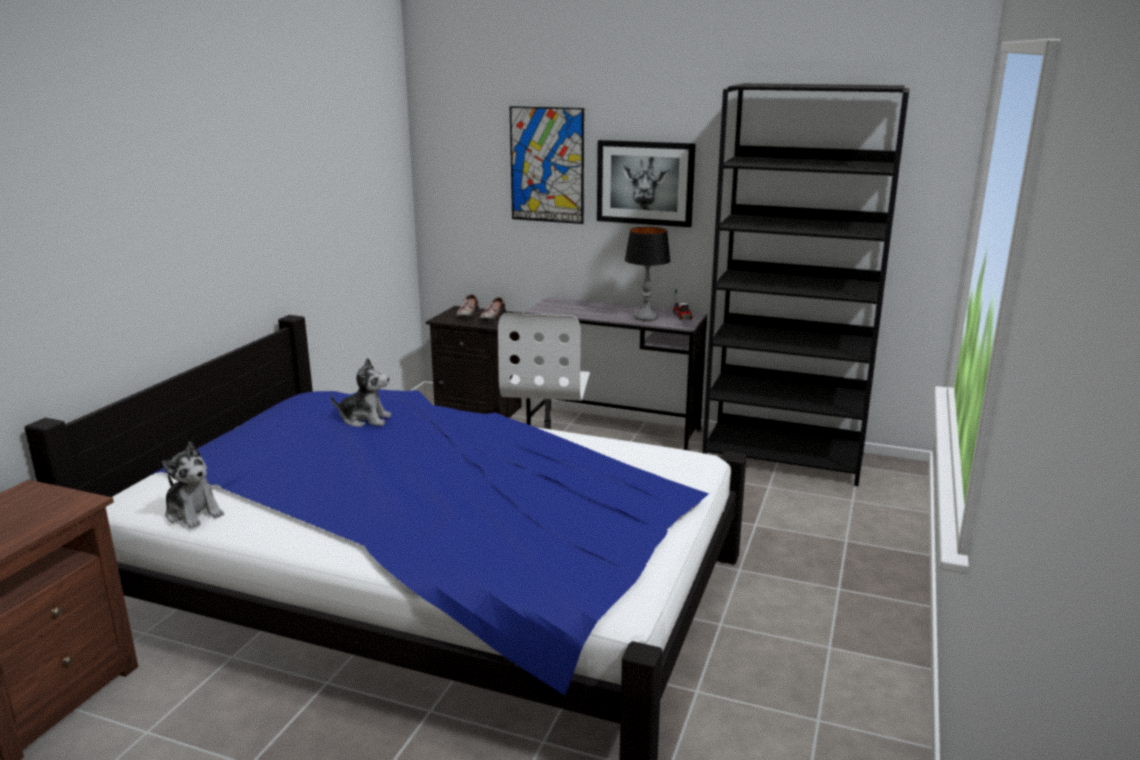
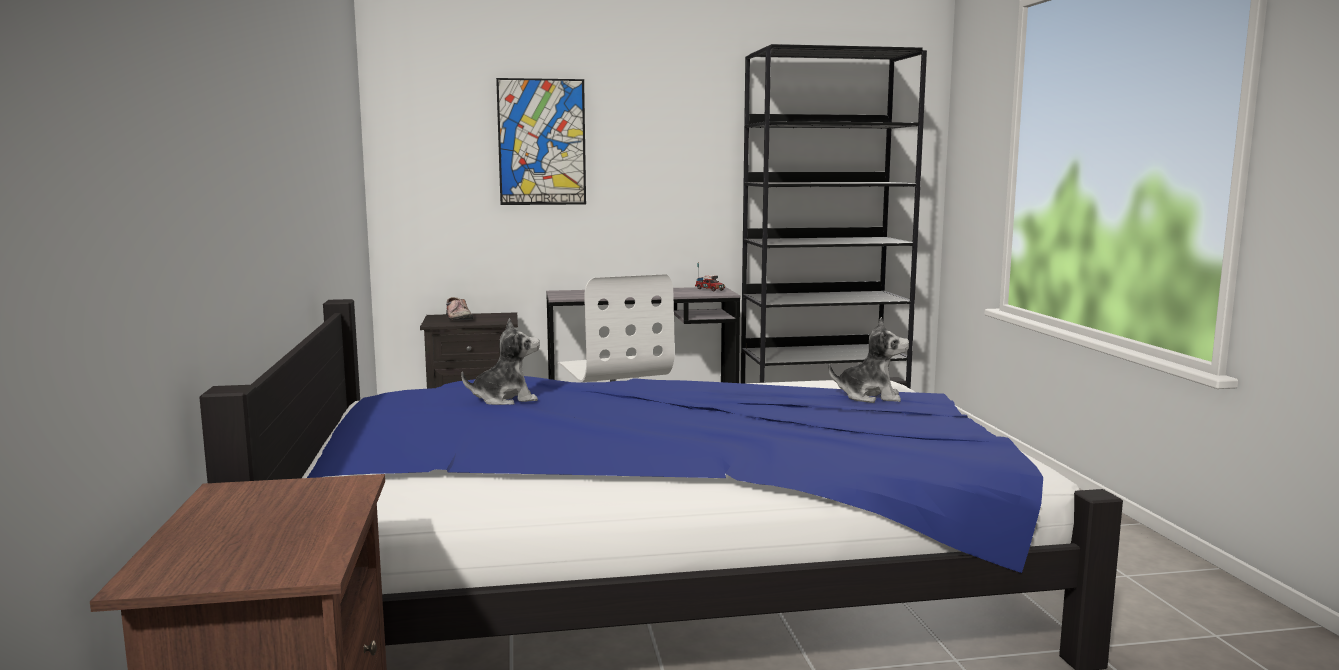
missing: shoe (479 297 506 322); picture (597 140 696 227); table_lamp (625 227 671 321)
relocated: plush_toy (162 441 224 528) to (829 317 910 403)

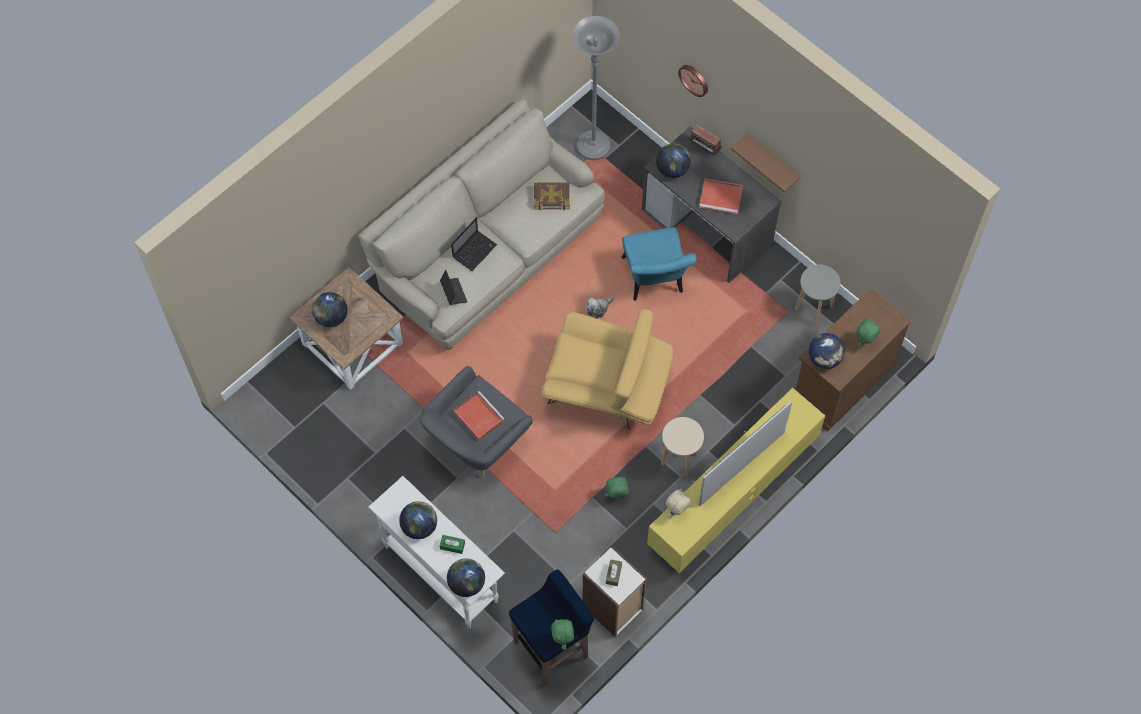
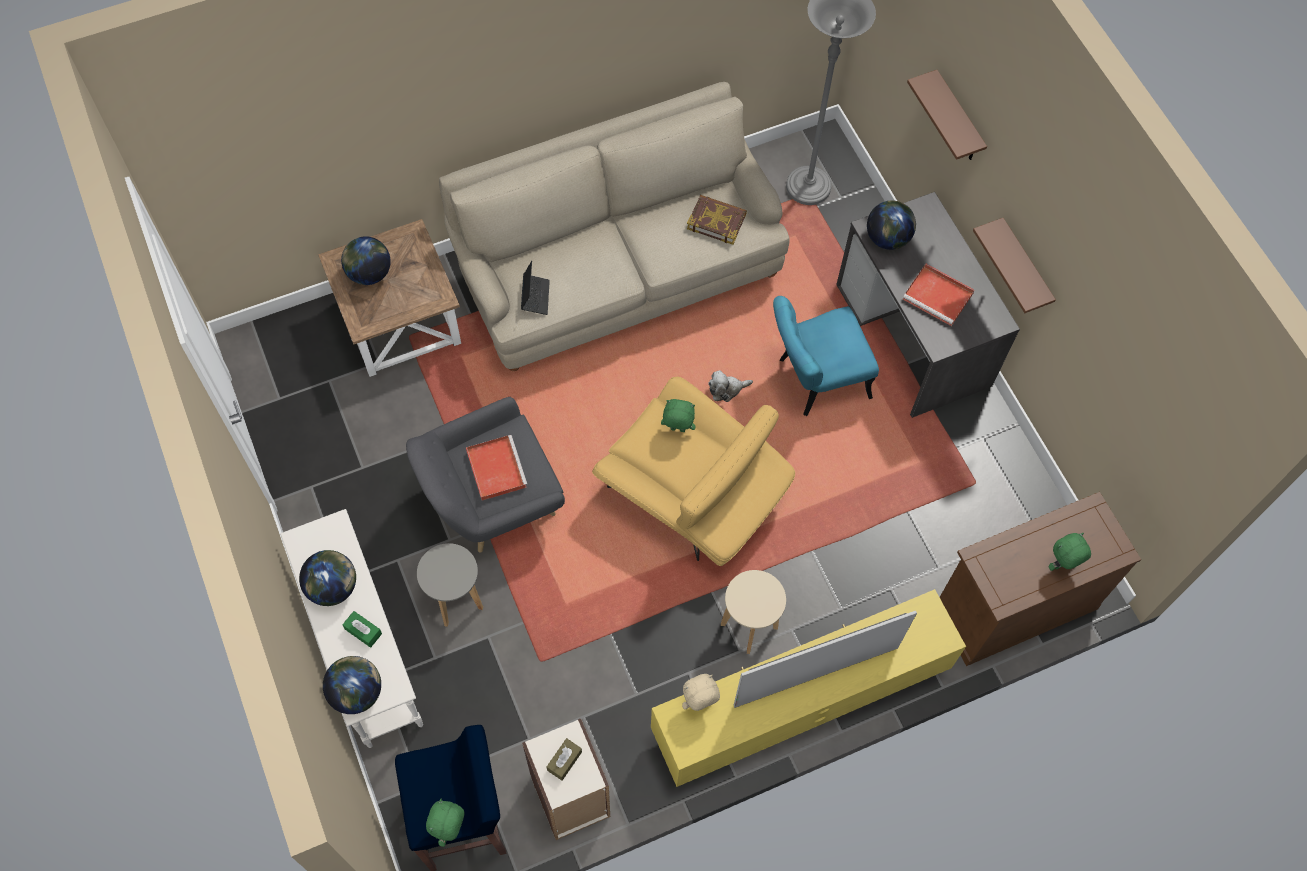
missing: laptop (451 218 497 271); radio (690 124 722 157); globe (809 333 845 369)
relocated: green_plush_toy (605 477 629 498) to (661 399 696 432); grey_stool (795 264 841 325) to (417 543 483 627)
exchanged: wall_clock (678 65 708 97) to brown_shelf (907 70 987 160)
spun: turquoise_chair (621 227 697 301) = (773 296 879 416) 60 degrees clockwise

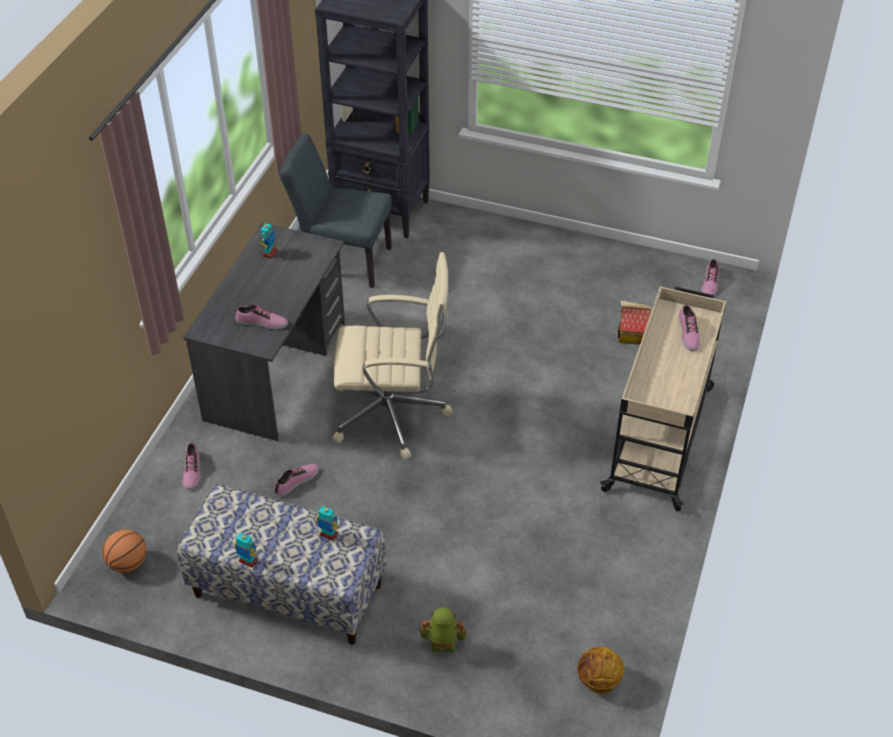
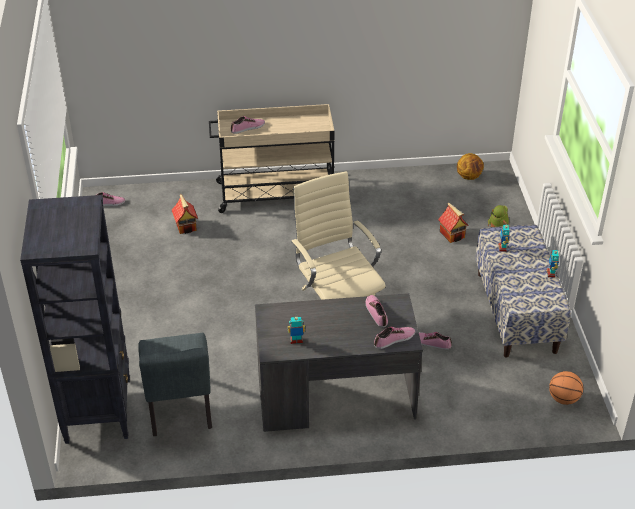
appeared: toy_house (438 202 469 243)
relocated: shoe (182 443 201 490) to (374 327 415 349)

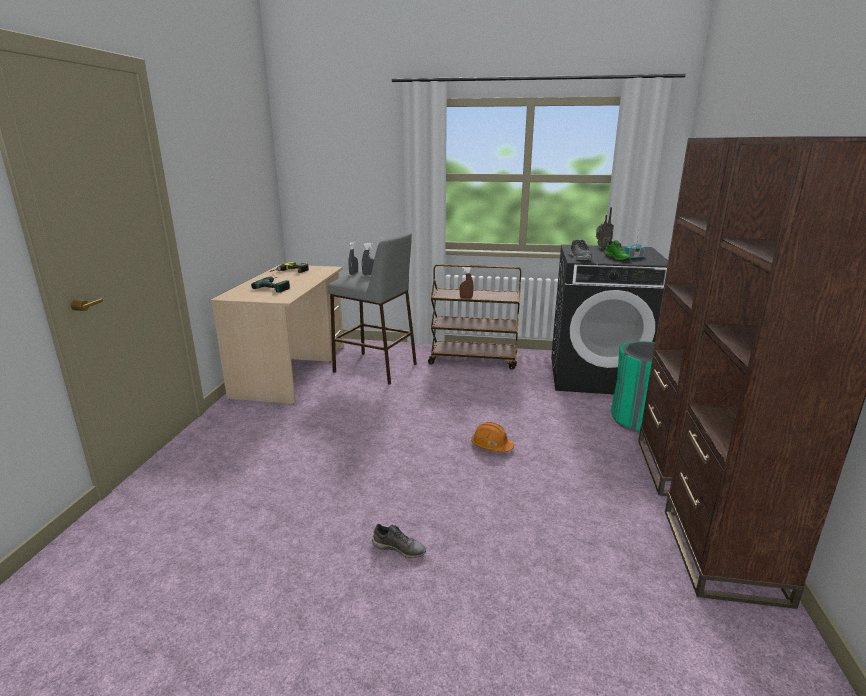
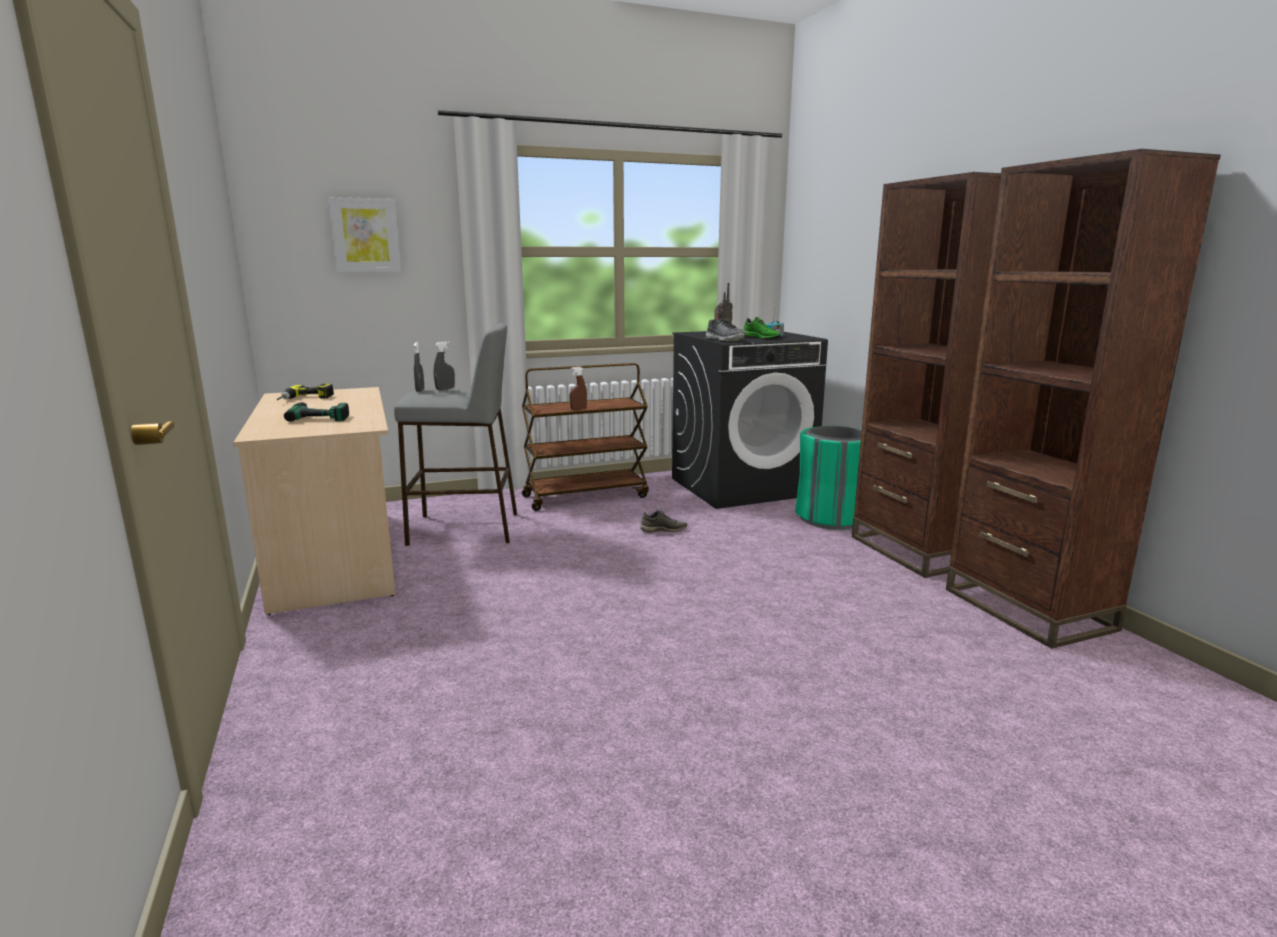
missing: orange_hard_hat (471 422 514 453)
appeared: picture (329 197 401 272)
relocated: grey_shoe (372 524 426 558) to (640 510 688 532)

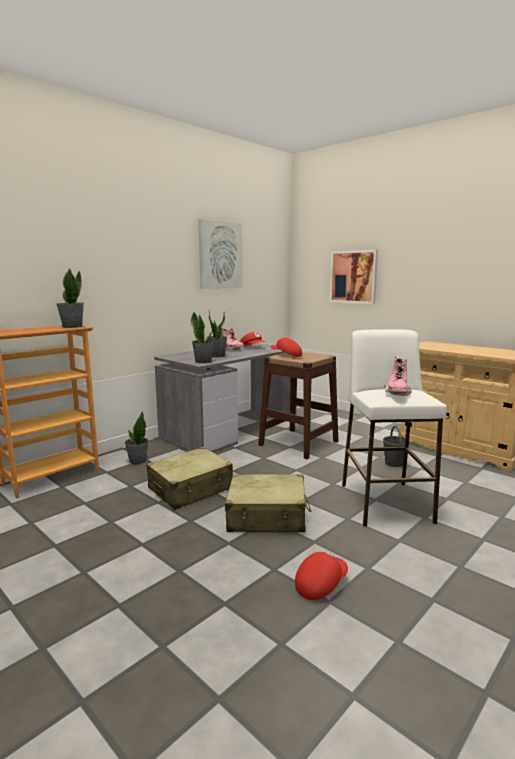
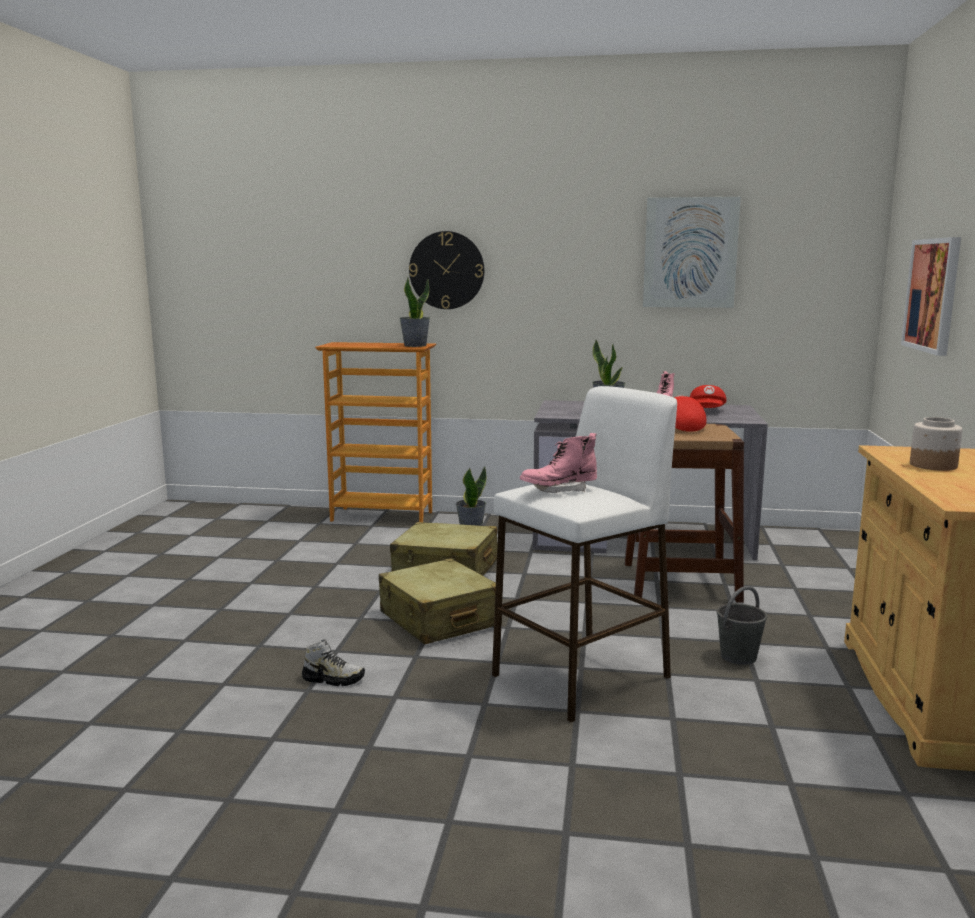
missing: potted_plant (191 311 214 363)
appeared: wall_clock (409 231 485 309); jar (910 417 963 471)
exchanged: red_cap (295 552 348 600) to shoe (302 639 365 686)

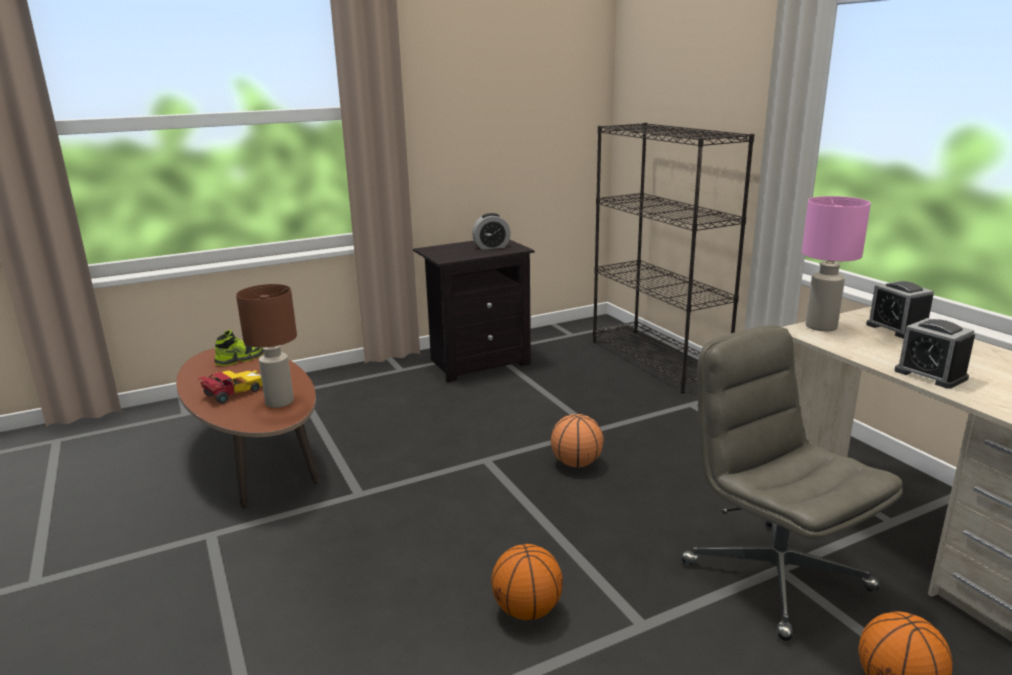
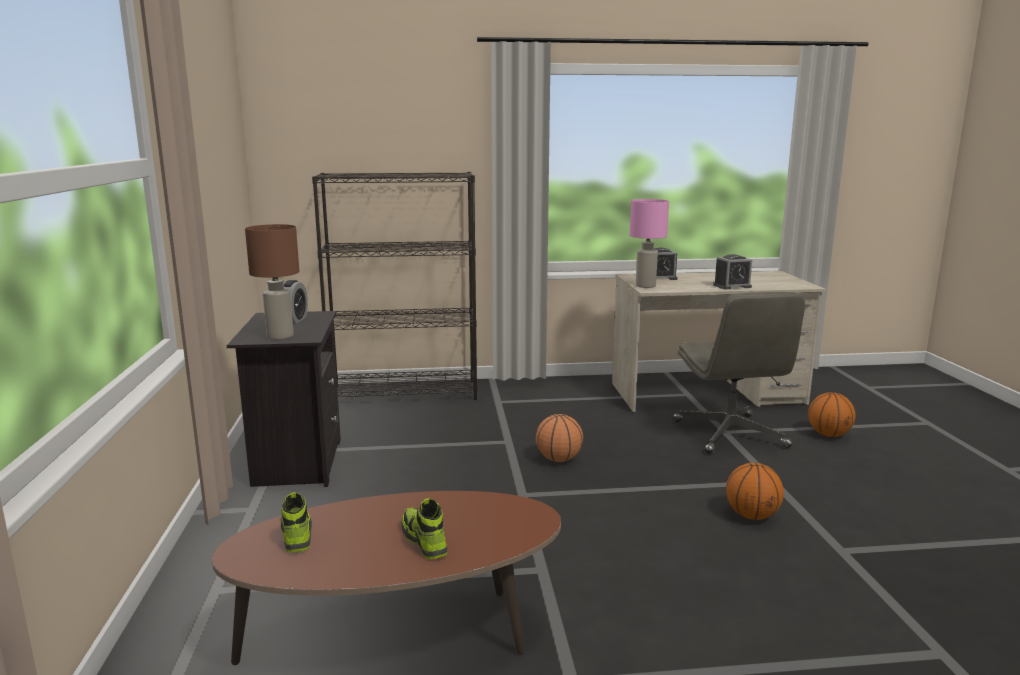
relocated: brown_table_lamp (236 284 297 408) to (245 224 300 340)
exchanged: toy_car (197 370 262 404) to shoe (402 499 447 559)
spun: grey_office_chair (681 325 903 641) = (673 292 805 454) 90 degrees counterclockwise

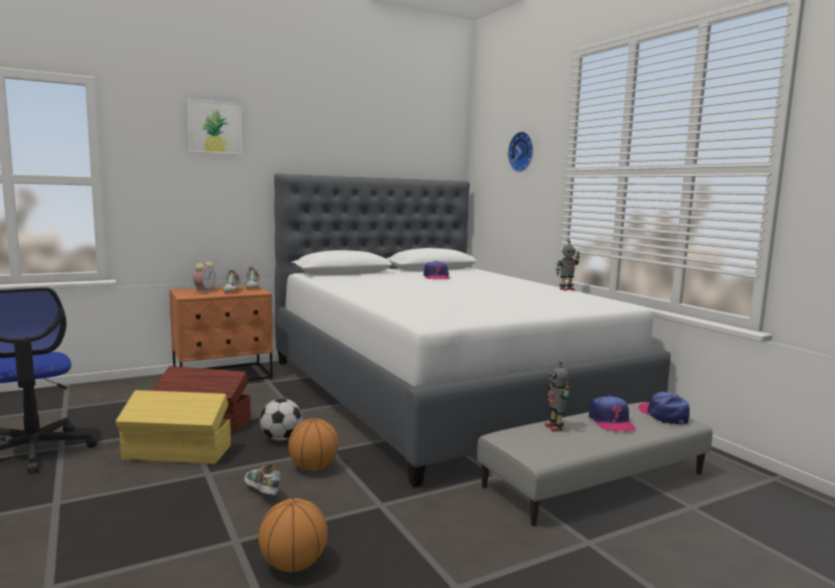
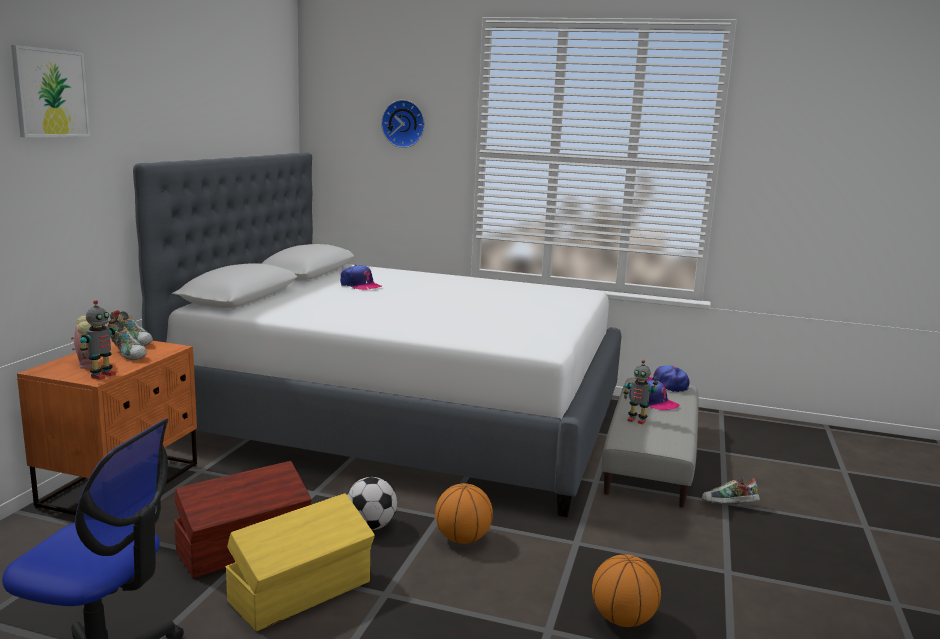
relocated: shoe (244 465 281 495) to (702 477 760 503); toy_robot (556 241 580 291) to (80 300 116 380)

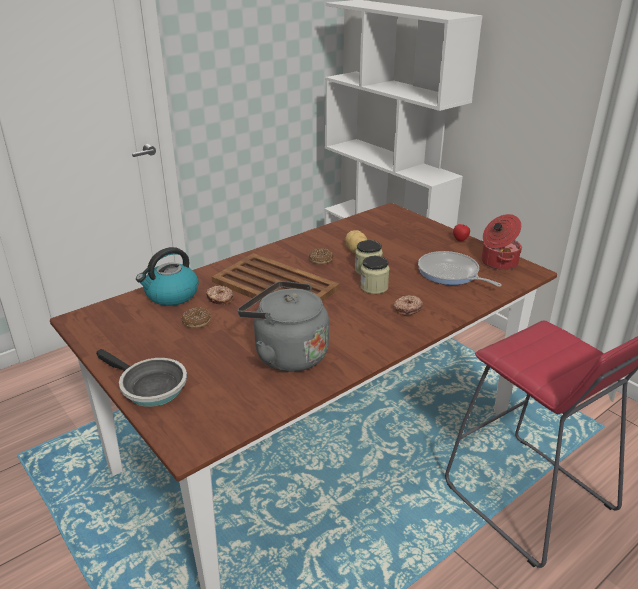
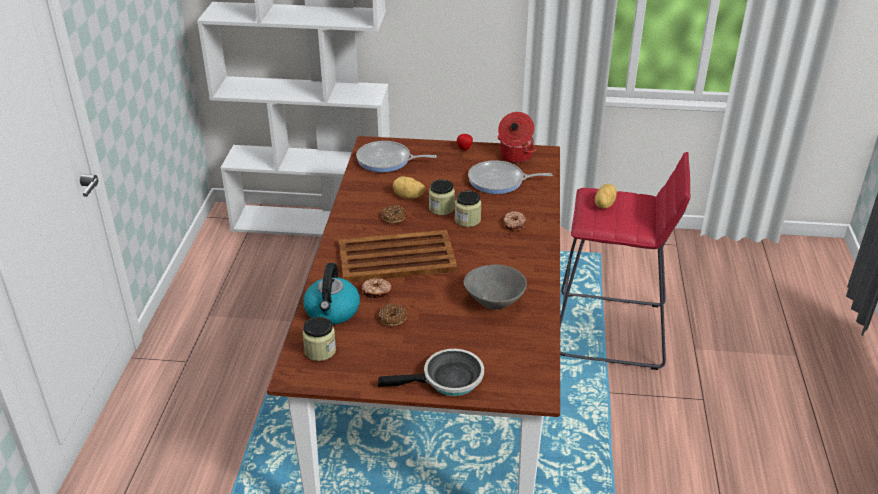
appeared: jar (303 317 336 361); frying_pan (356 141 437 172); potato (595 184 617 209)
exchanged: grey_kettle (238 281 329 372) to grey_bowl (464 265 527 310)

